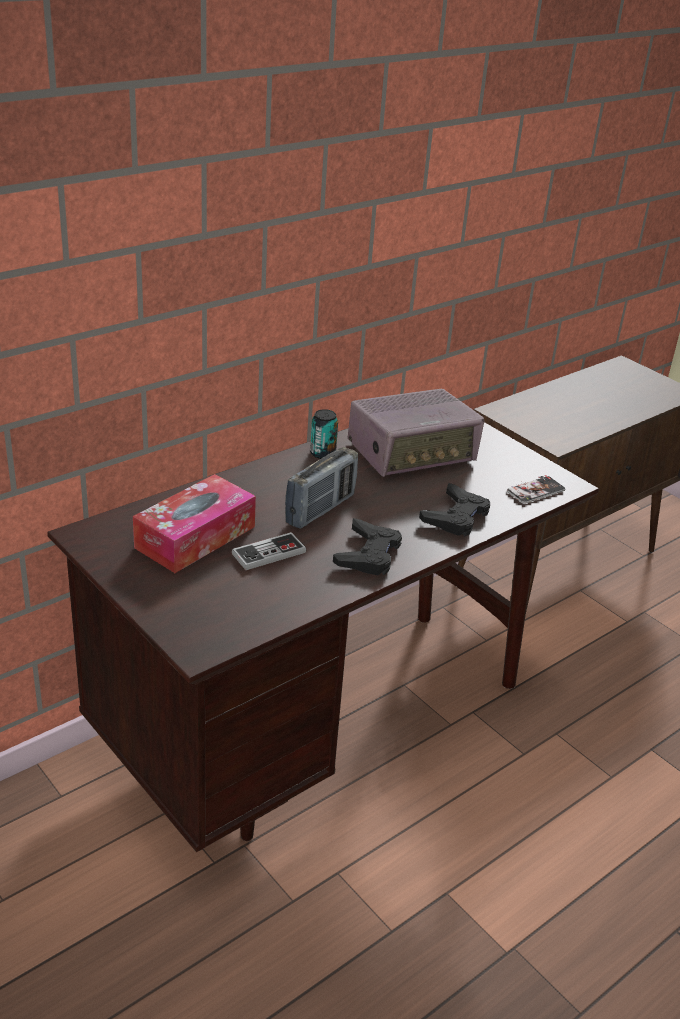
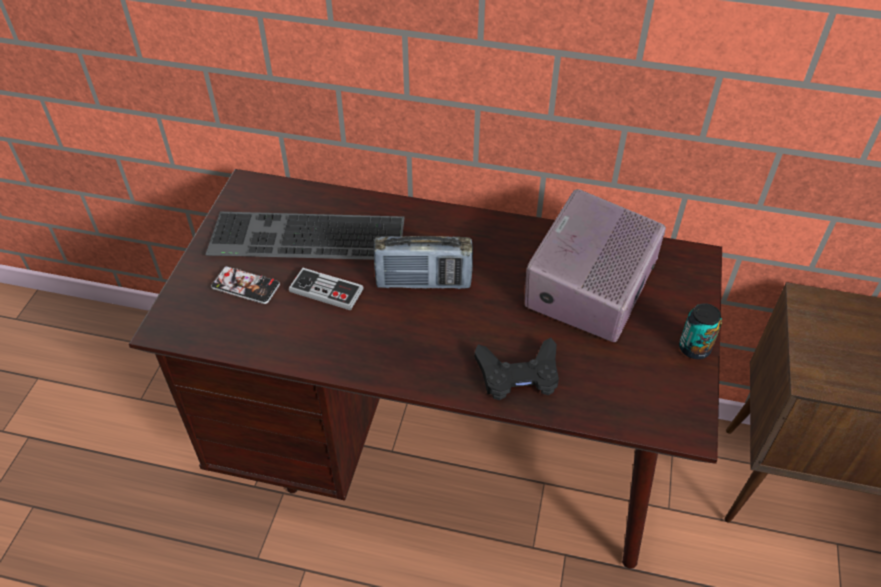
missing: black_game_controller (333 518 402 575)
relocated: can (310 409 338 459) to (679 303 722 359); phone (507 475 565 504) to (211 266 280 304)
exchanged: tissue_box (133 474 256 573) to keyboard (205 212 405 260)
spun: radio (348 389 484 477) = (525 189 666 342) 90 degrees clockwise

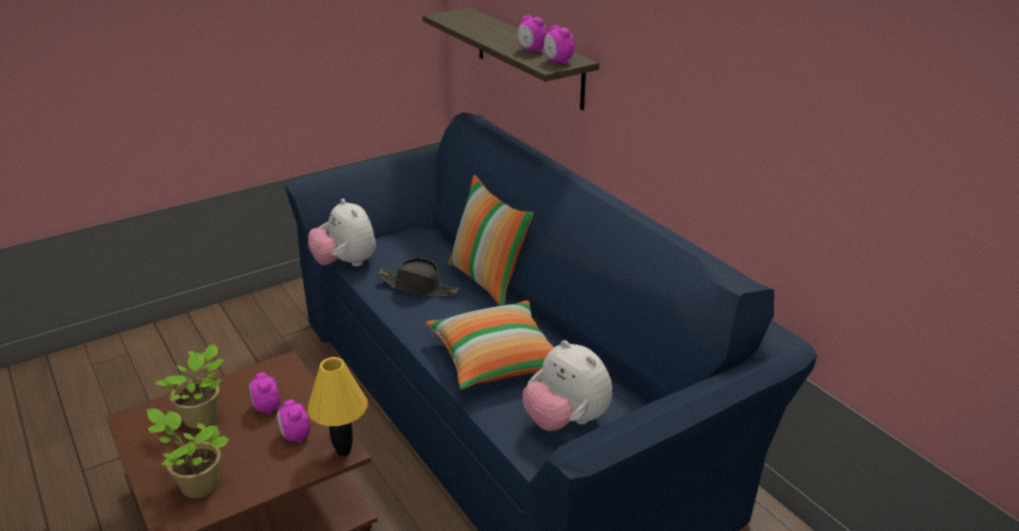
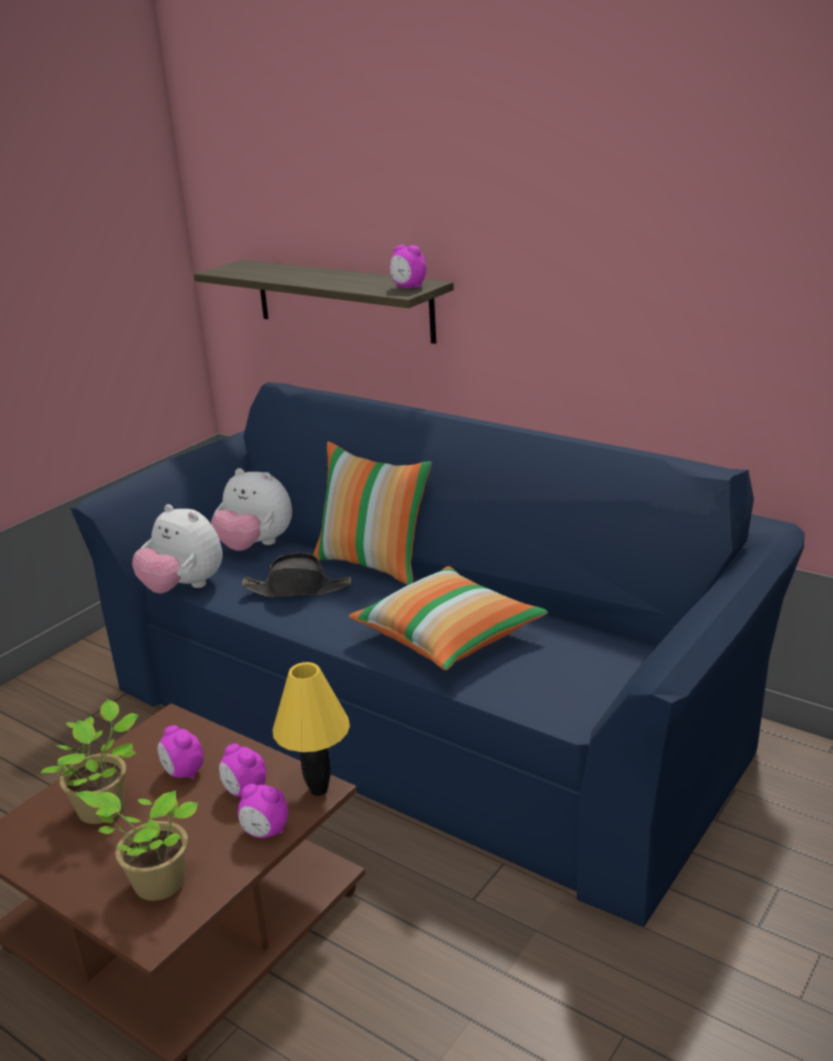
relocated: alarm_clock (517 15 547 52) to (238 784 288 838); plush_toy (523 340 612 431) to (211 468 292 551)

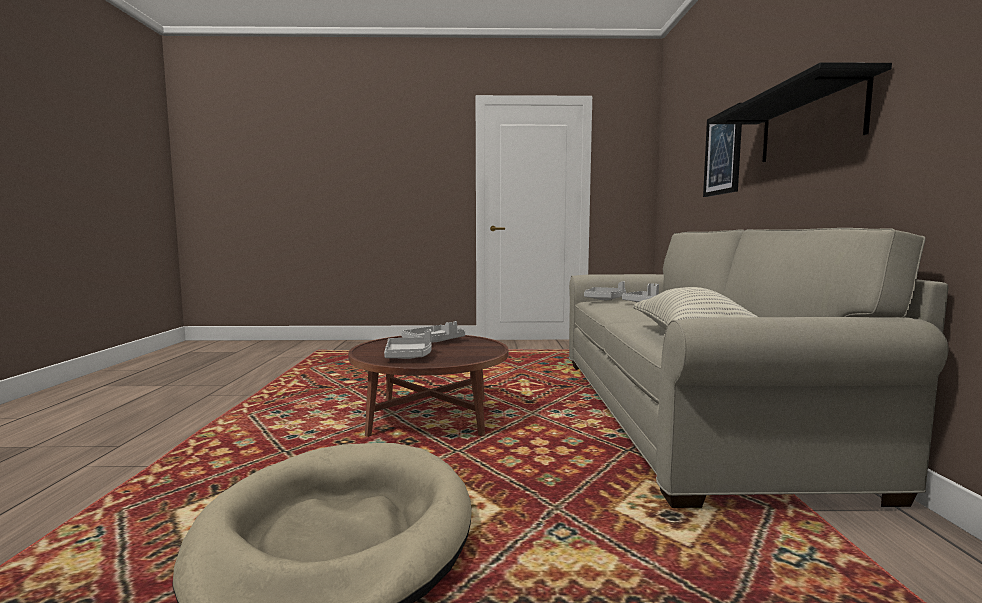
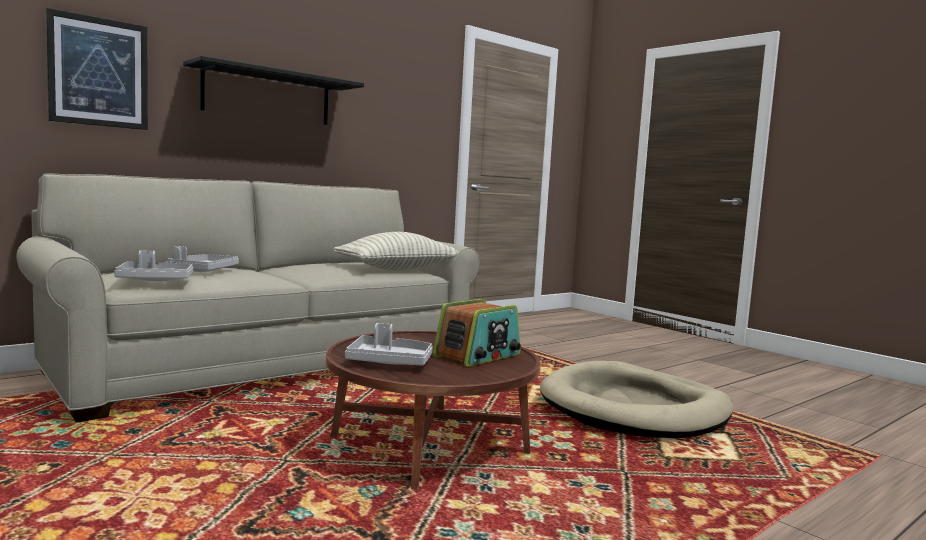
exchanged: grey_tray (384 329 432 359) to radio (433 299 521 367)

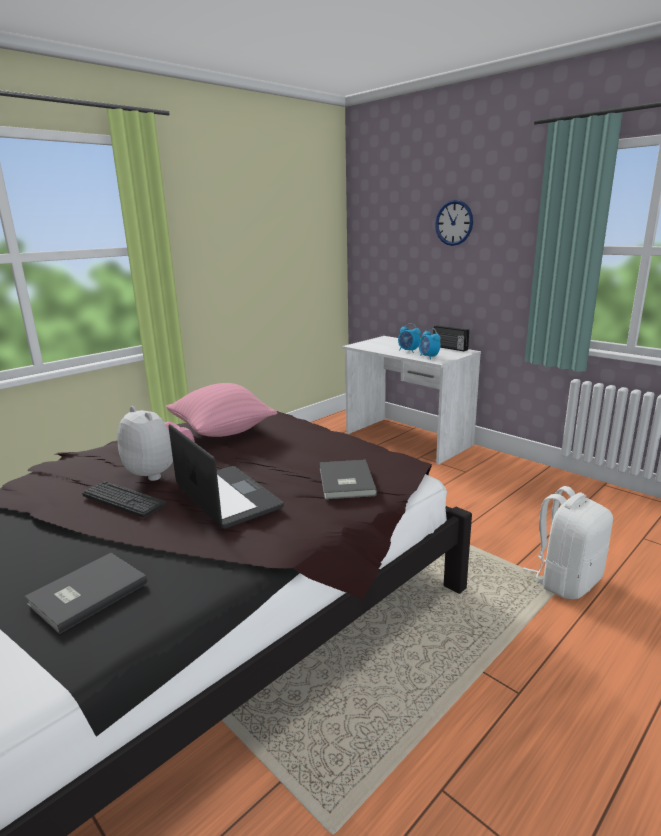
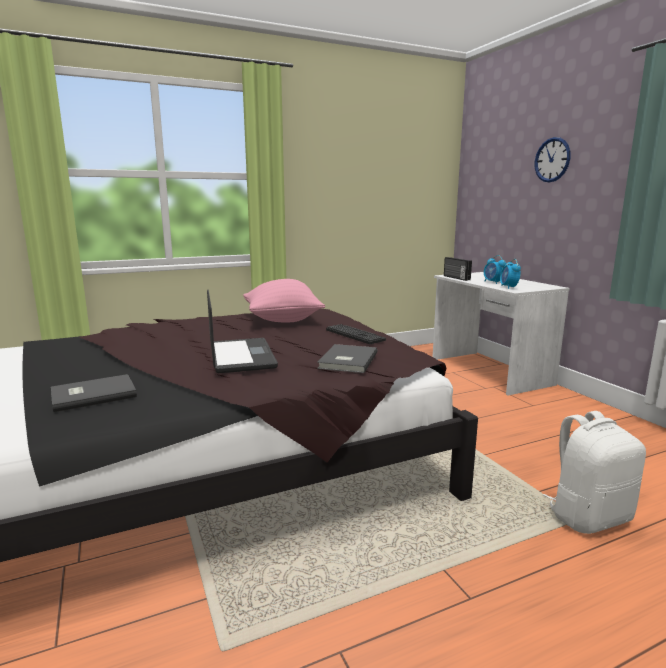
missing: plush_toy (117 406 195 481)
relocated: keyboard (82 481 167 518) to (326 324 386 344); radio (433 325 469 351) to (444 257 472 281)

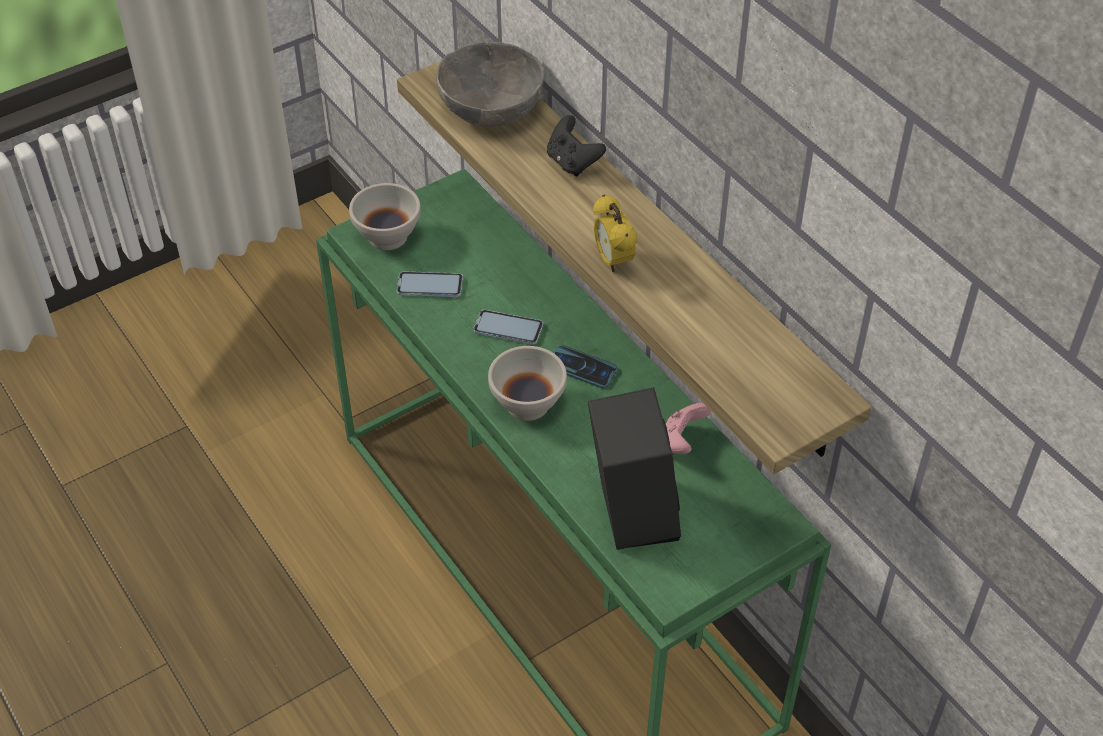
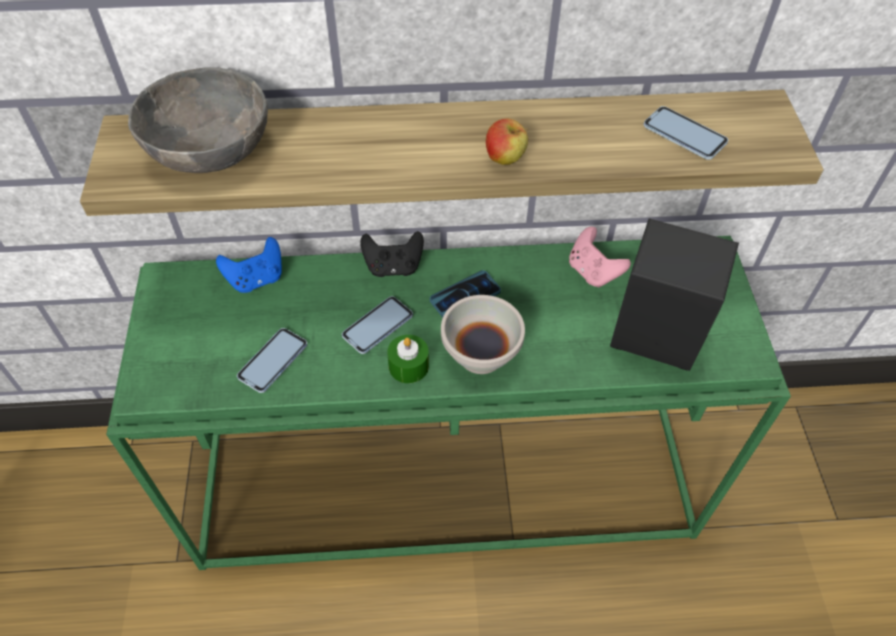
missing: white_bowl (349 183 421 250)
appeared: blue_game_controller (216 237 282 293); green_candle (387 335 429 383); phone (643 106 728 160)
relocated: black_game_controller (547 115 606 176) to (360 231 424 277)
exchanged: alarm_clock (593 195 637 273) to apple (486 118 528 165)

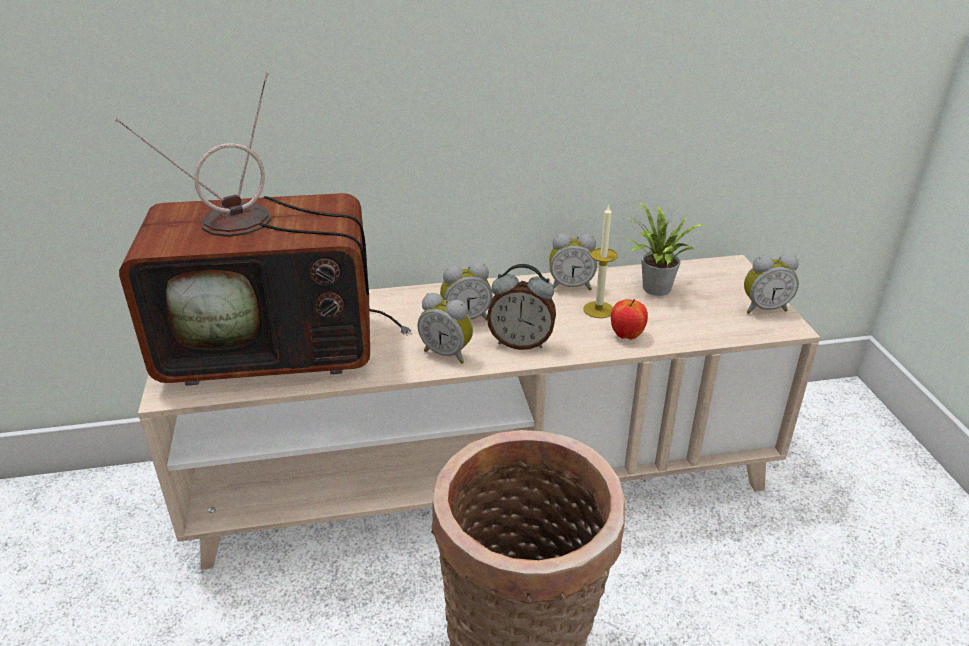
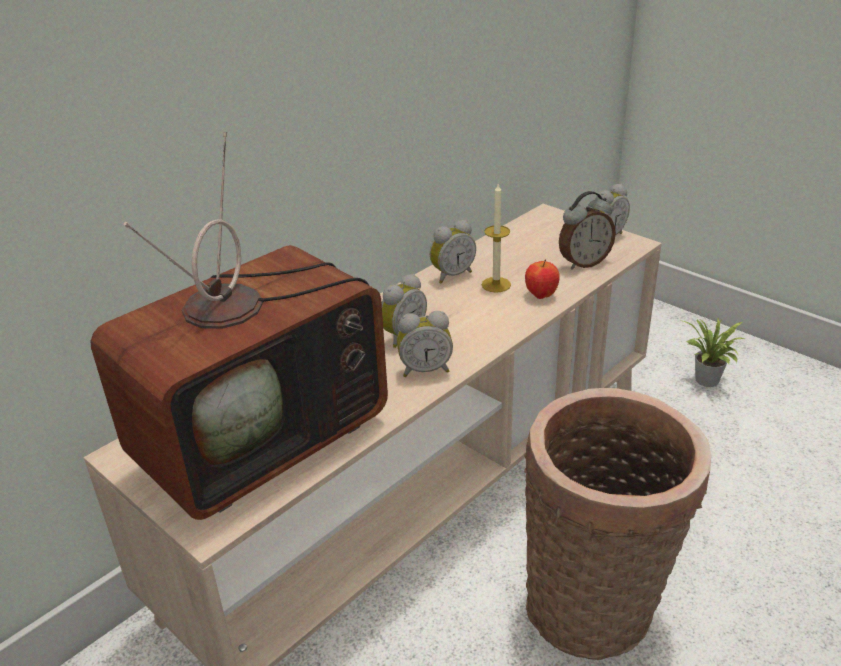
relocated: alarm_clock (487 264 556 350) to (559 191 616 270); potted_plant (625 201 705 296) to (680 318 744 387)

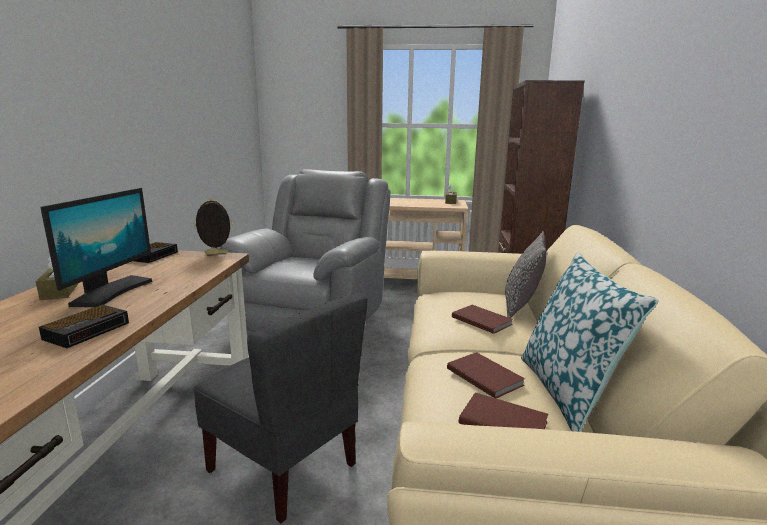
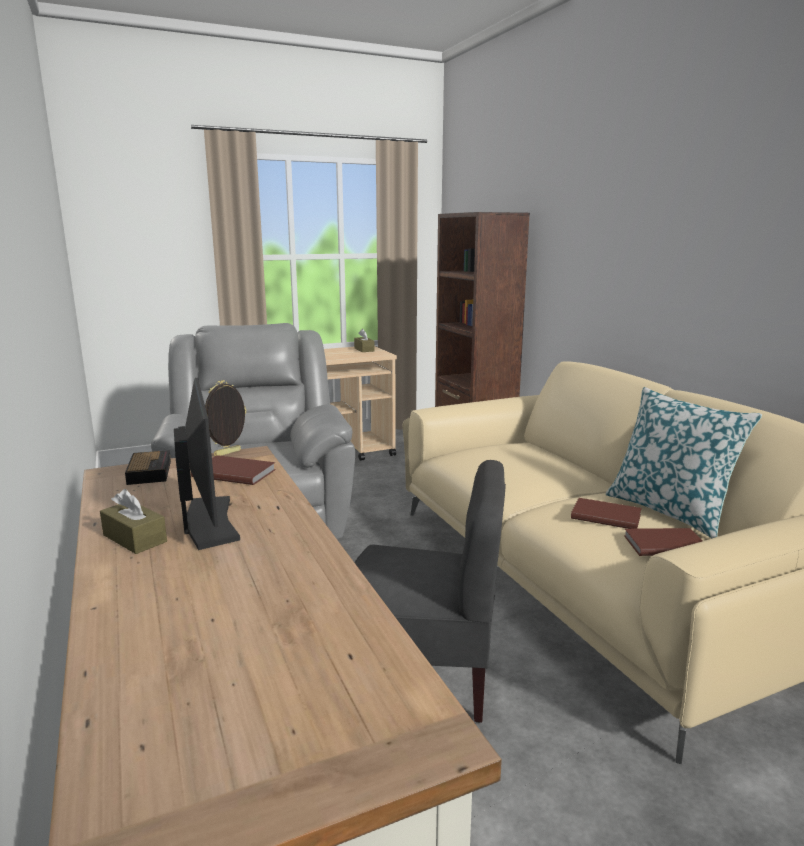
missing: alarm_clock (39 305 129 348); pillow (505 231 546 318)
relocated: brown_book (452 305 513 334) to (191 455 276 485)

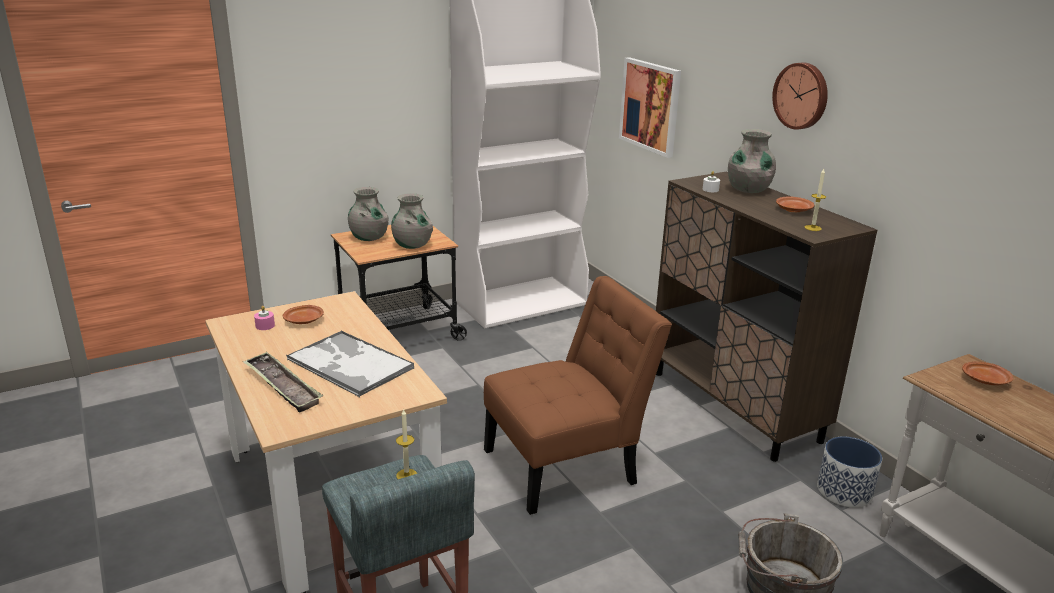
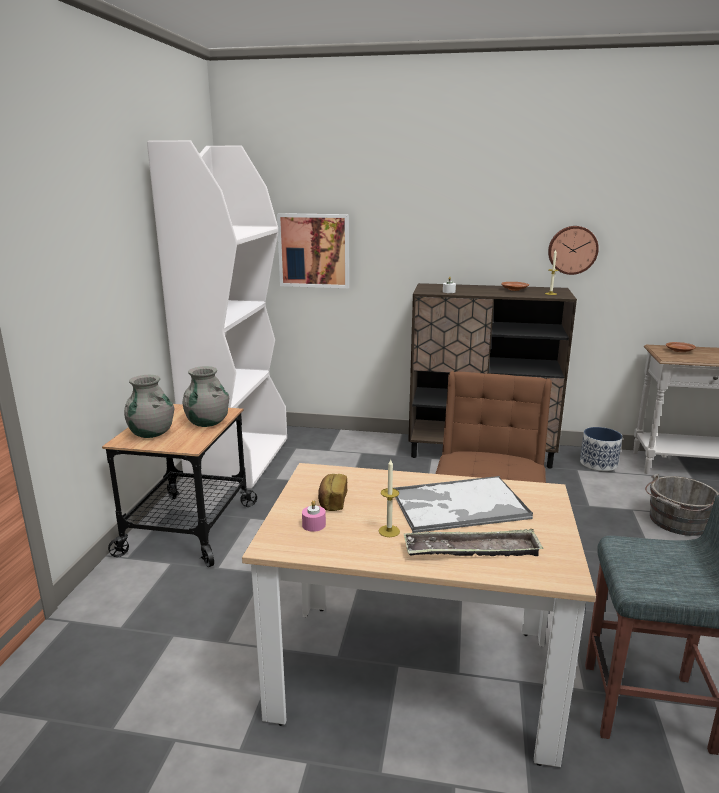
missing: grey_vase (728 129 776 193)
relocated: candle (396 409 417 479) to (379 459 400 537); wall_clock (772 63 828 130) to (548 226 599 275)
exchanged: brown_plate (283 305 324 324) to bread (318 474 347 511)

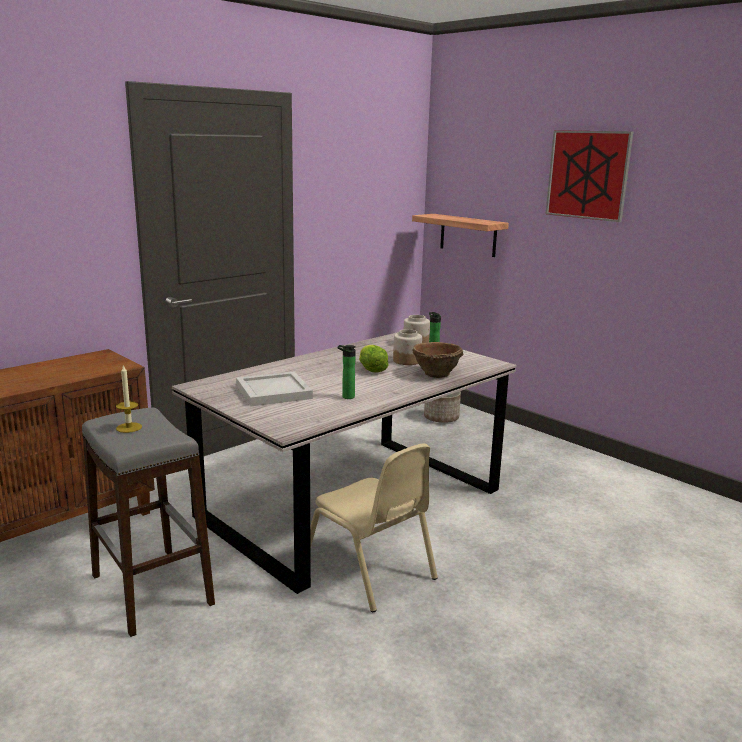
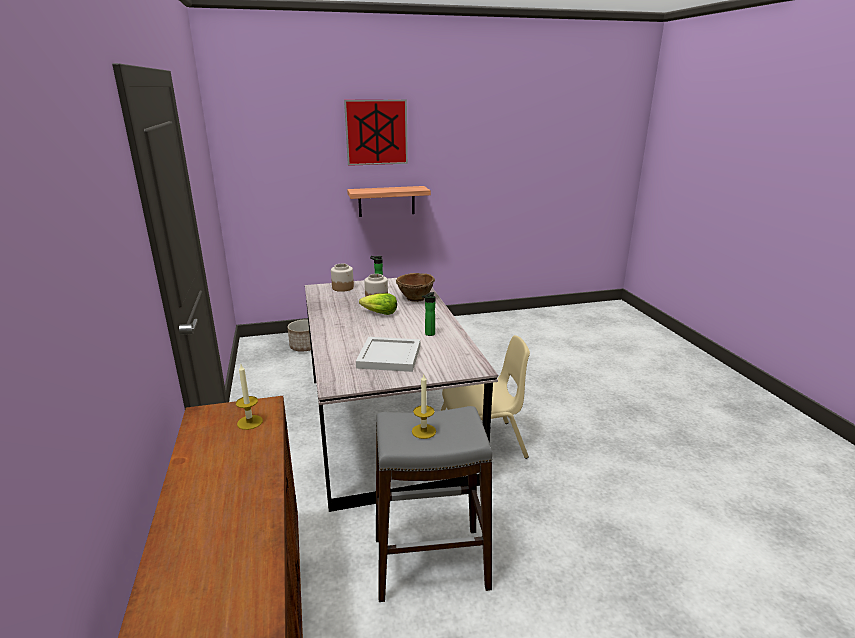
appeared: candle (236 365 263 430)
relocated: shelf (412 214 509 257) to (347 186 431 217)

